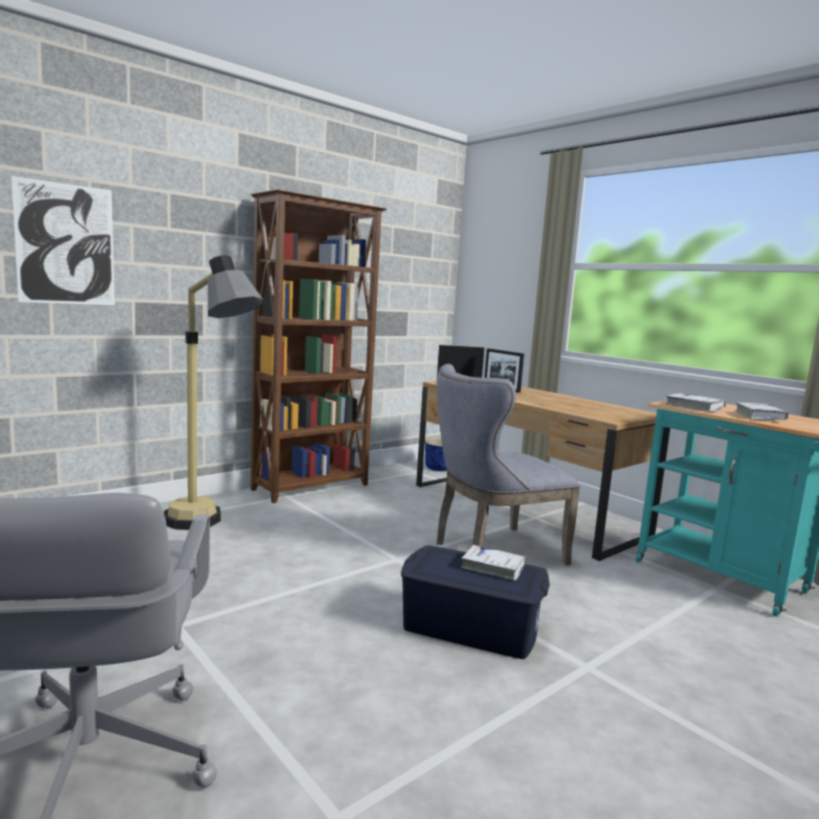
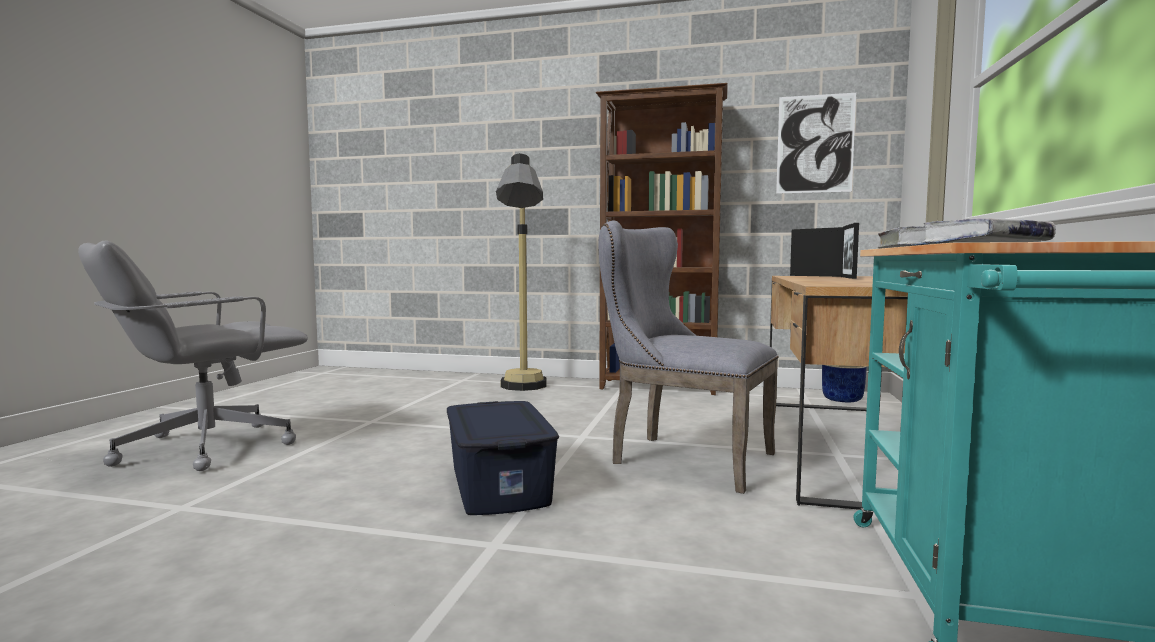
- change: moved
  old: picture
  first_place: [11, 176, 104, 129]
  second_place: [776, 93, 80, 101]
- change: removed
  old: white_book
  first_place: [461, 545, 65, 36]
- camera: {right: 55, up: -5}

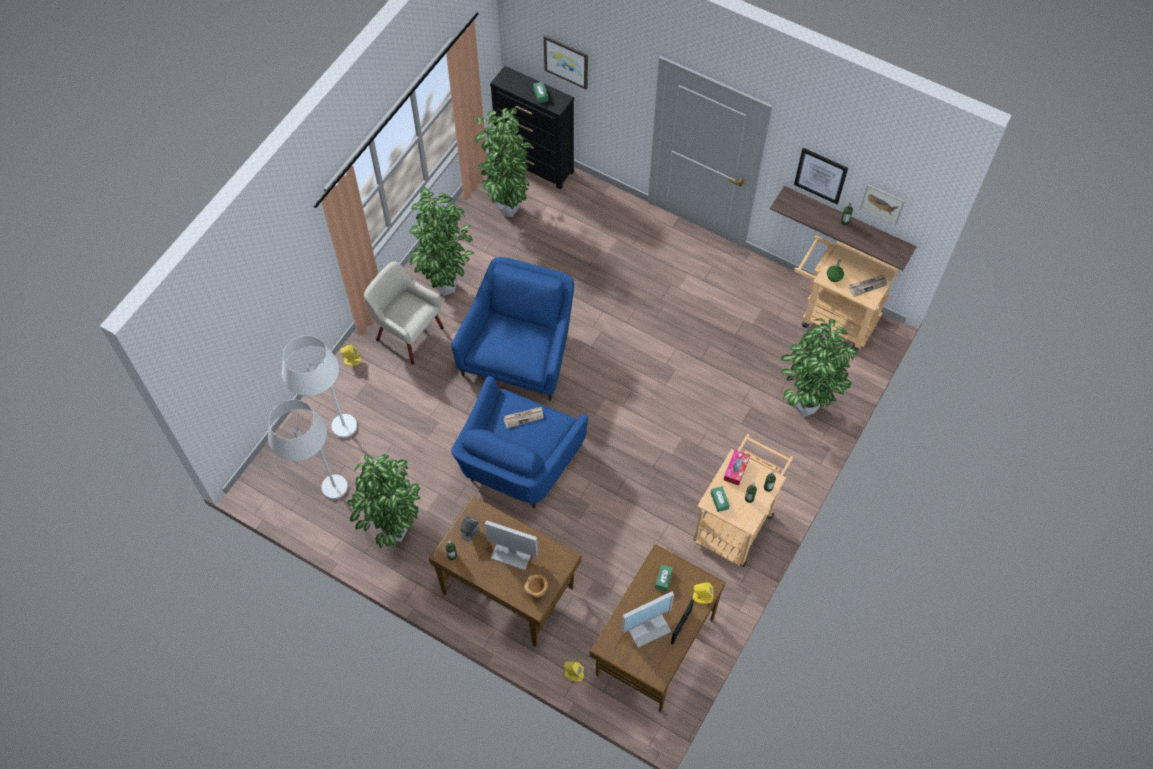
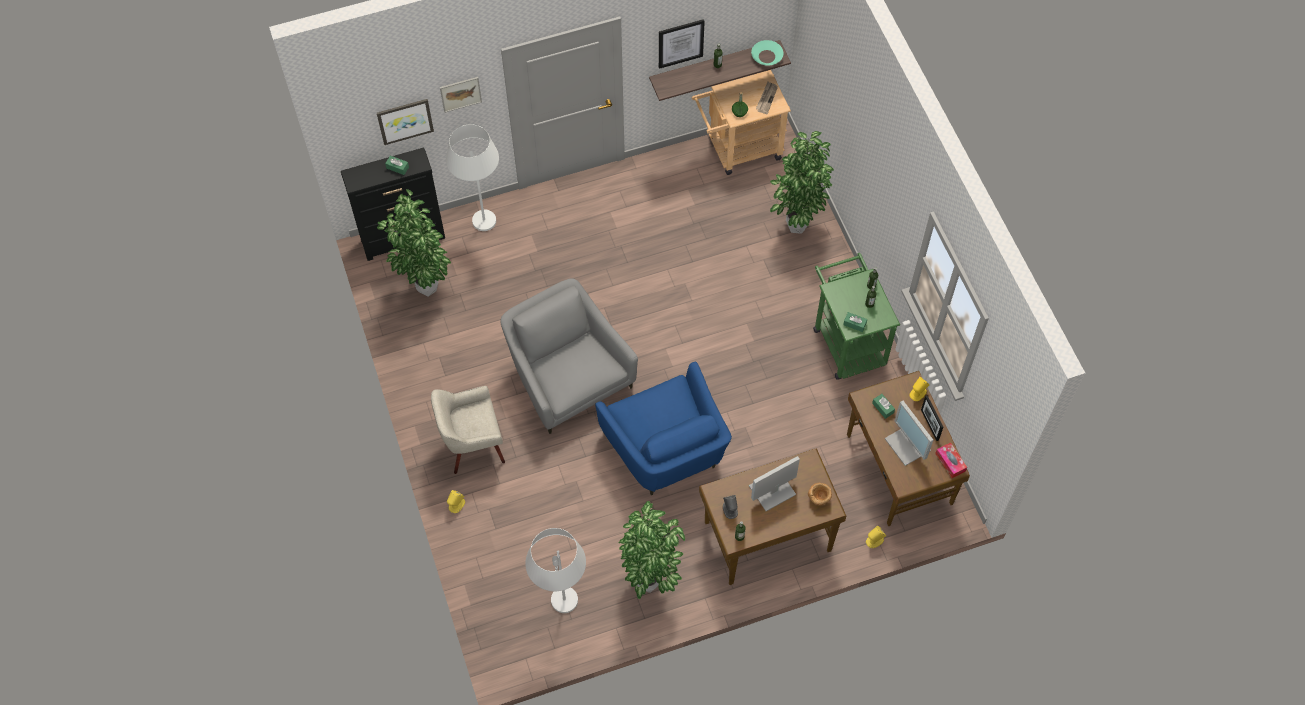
- change: moved
  old: picture
  first_place: [860, 184, 45, 42]
  second_place: [440, 77, 42, 36]
- change: removed
  old: potted_plant
  first_place: [409, 187, 65, 109]
- change: recoloured
  old: blue_armchair
  new: grey_armchair
  first_place: [451, 257, 123, 144]
  second_place: [500, 278, 138, 156]
- change: moved
  old: white_floor_lamp
  first_place: [282, 335, 75, 103]
  second_place: [446, 124, 53, 107]
- change: removed
  old: newspaper
  first_place: [504, 406, 40, 23]
- change: recoloured
  old: beige_cart
  new: green_cart
  first_place: [693, 434, 100, 133]
  second_place: [813, 253, 87, 127]
- change: moved
  old: tissue_box
  first_place: [723, 450, 27, 36]
  second_place: [935, 442, 32, 36]
- change: turned
  old: monitor
  first_place: [622, 592, 52, 56]
  second_place: [885, 401, 48, 65]
  degrees: 135
- change: added
  new: turquoise_bowl
  second_place: [751, 40, 32, 25]
- camera: {right: -50, up: 0}

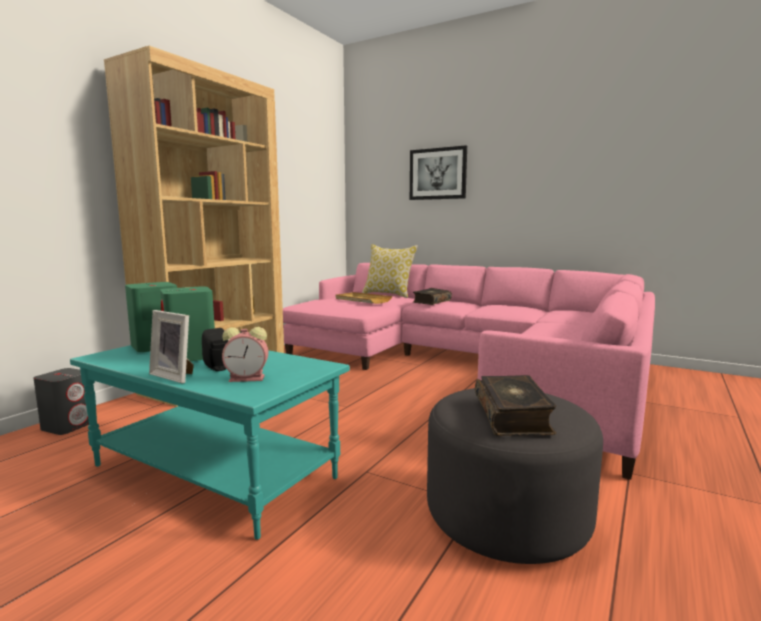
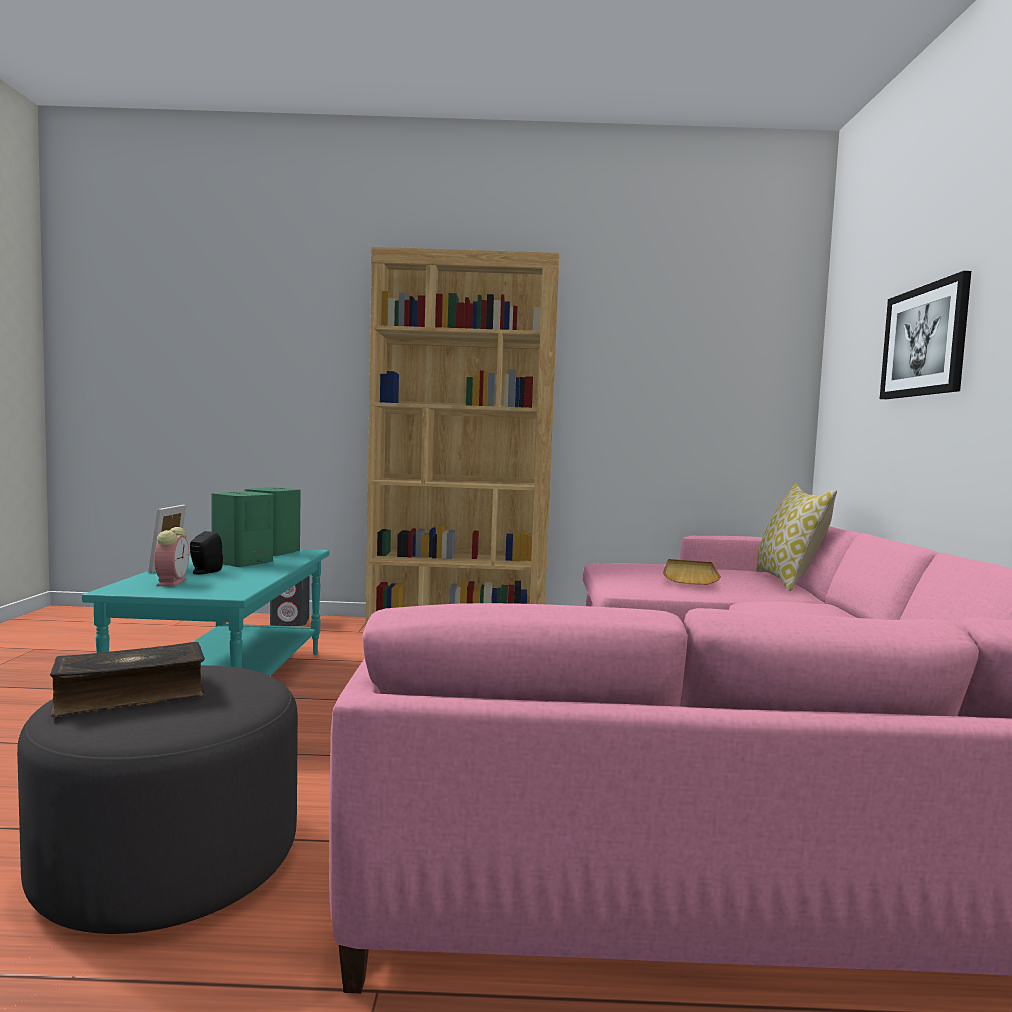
- change: removed
  old: book
  first_place: [413, 288, 39, 17]
- change: turned
  old: alarm_clock
  first_place: [222, 327, 46, 55]
  second_place: [154, 527, 35, 59]
  degrees: -150
- camera: {right: 60, up: -5}

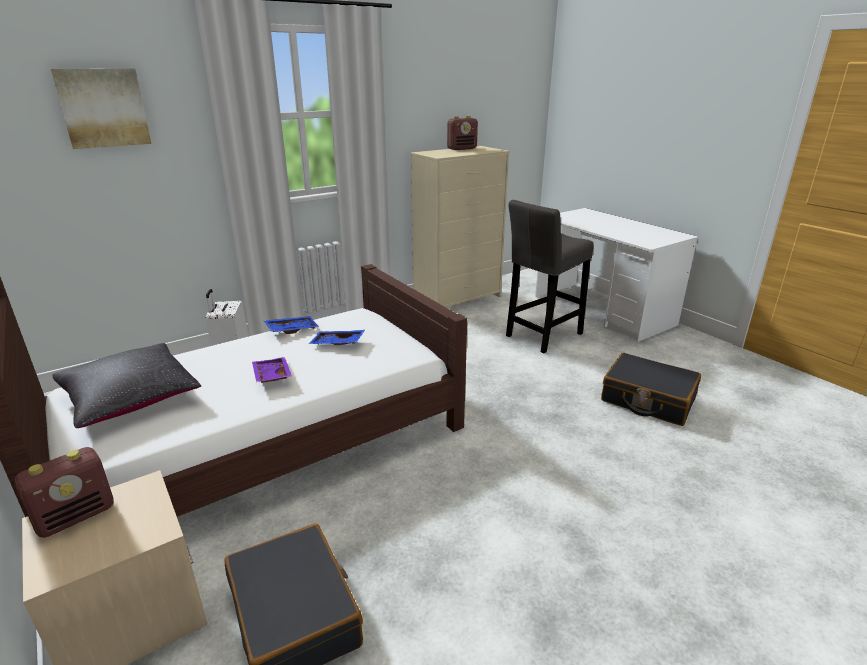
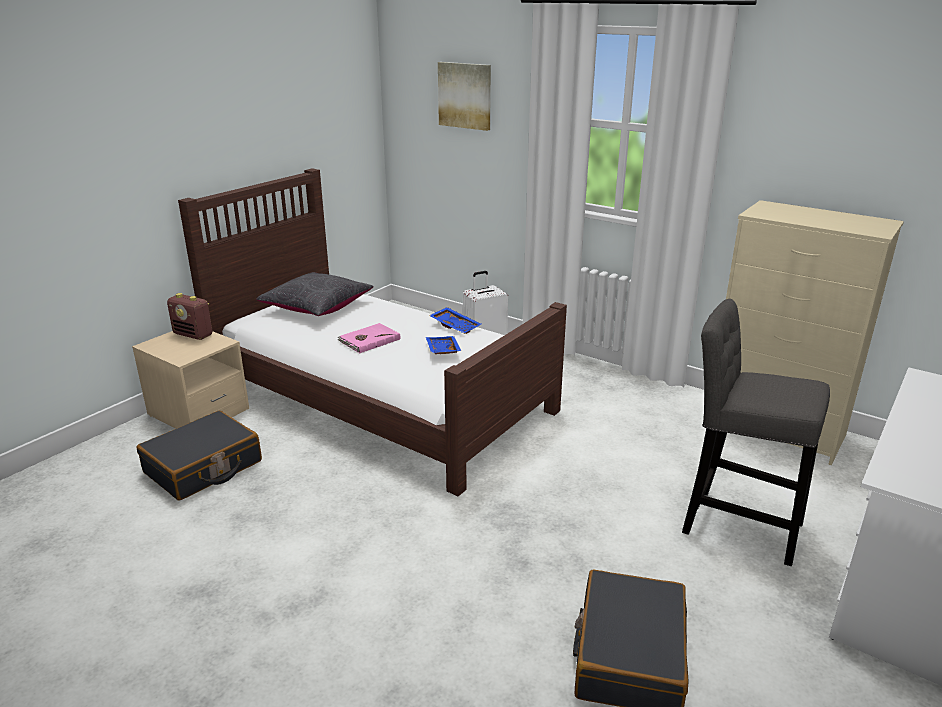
- change: removed
  old: radio
  first_place: [447, 116, 31, 34]
- change: replaced
  old: purple_tray
  new: pink_book
  first_place: [252, 357, 40, 26]
  second_place: [338, 323, 62, 30]
- camera: {right: 70, up: 0}

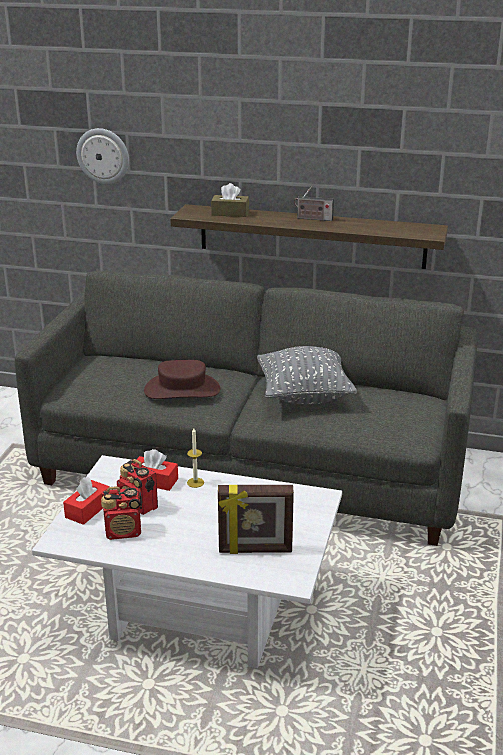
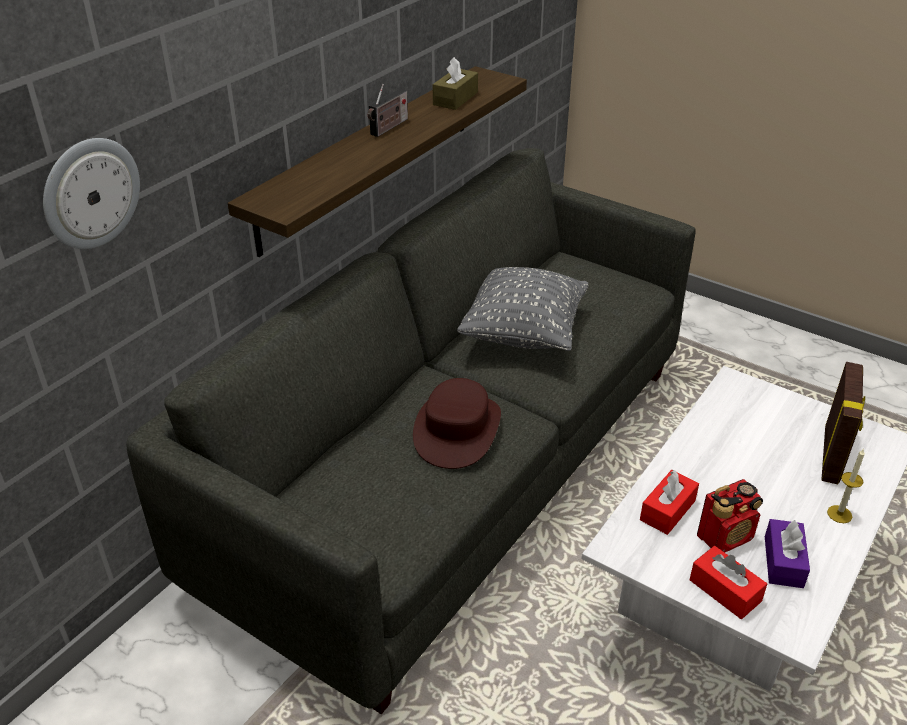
- change: moved
  old: brown_tissue_box
  first_place: [211, 183, 38, 34]
  second_place: [433, 57, 45, 53]
- change: moved
  old: candle
  first_place: [187, 428, 17, 60]
  second_place: [827, 448, 38, 75]
- change: replaced
  old: radio
  new: purple_tissue_box
  first_place: [101, 486, 41, 54]
  second_place: [765, 519, 45, 69]
- camera: {right: -70, up: 10}

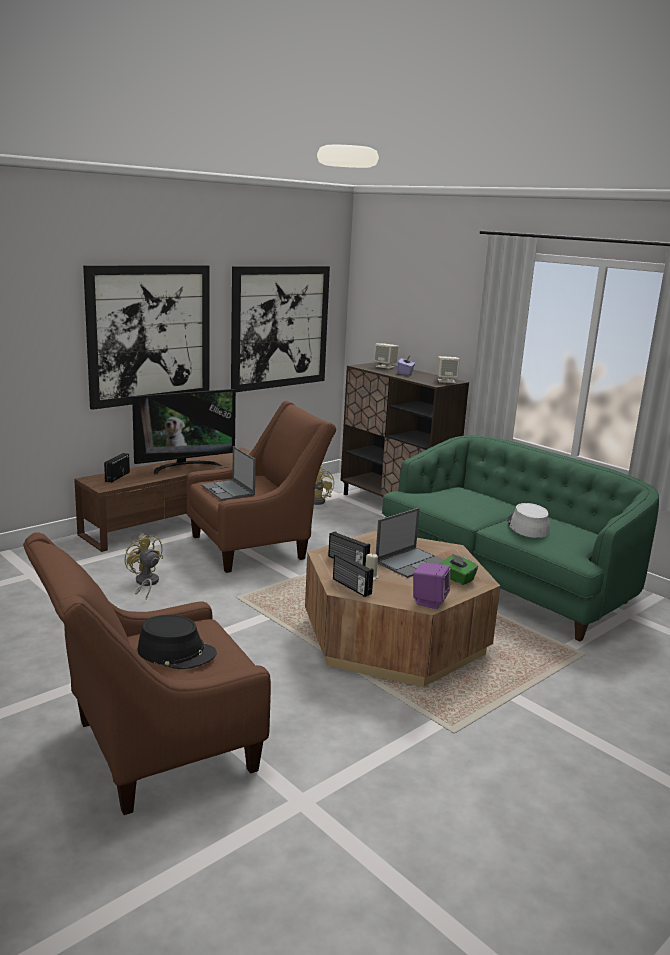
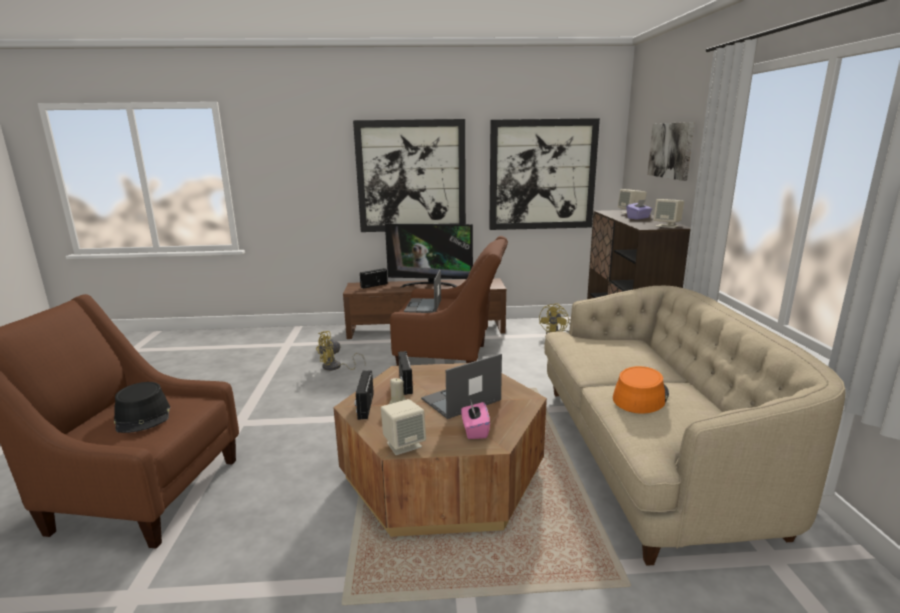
- change: recoloured
  old: green_sofa
  new: beige_sofa
  first_place: [382, 435, 277, 206]
  second_place: [544, 285, 301, 281]
- change: recoloured
  old: grey_hat
  new: orange_hat
  first_place: [507, 503, 43, 35]
  second_place: [613, 366, 56, 47]
- change: turned
  old: laptop
  first_place: [376, 508, 68, 70]
  second_place: [421, 354, 81, 65]
  degrees: 150
- change: turned
  old: yellow_fan
  first_place: [124, 533, 39, 66]
  second_place: [316, 331, 50, 40]
  degrees: -120
- change: recoloured
  old: green_tissue_box
  new: pink_tissue_box
  first_place: [440, 553, 38, 32]
  second_place: [461, 402, 29, 37]
- change: recoloured
  old: purple_speaker
  new: beige_speaker
  first_place: [413, 563, 37, 46]
  second_place: [381, 399, 45, 56]
- change: added
  new: picture
  second_place: [647, 122, 47, 59]
- camera: {right: 40, up: 0}

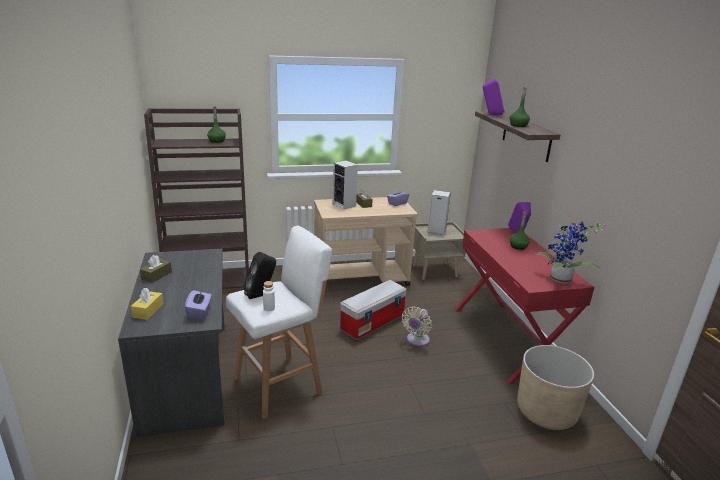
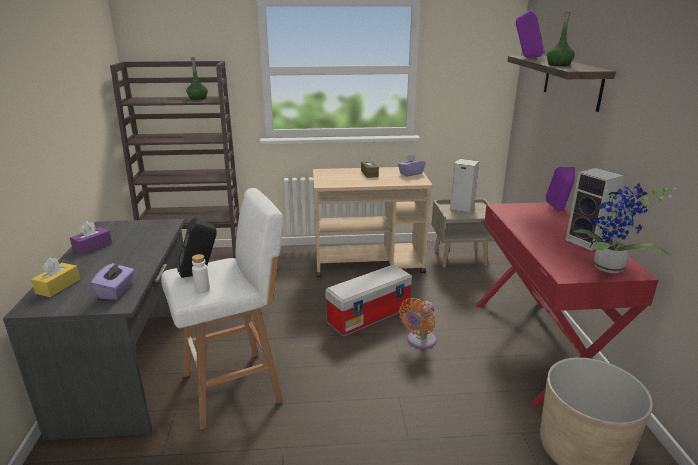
- change: moved
  old: speaker
  first_place: [333, 160, 25, 49]
  second_place: [566, 168, 58, 83]
- change: removed
  old: green_bottle
  first_place: [510, 211, 20, 39]
- change: recoloured
  old: brown_tissue_box
  new: purple_tissue_box
  first_place: [140, 255, 32, 28]
  second_place: [70, 221, 42, 34]
- change: recoloured
  old: beige_fan
  new: orange_fan
  first_place: [402, 306, 30, 40]
  second_place: [399, 298, 37, 51]
- camera: {right: 10, up: 0}

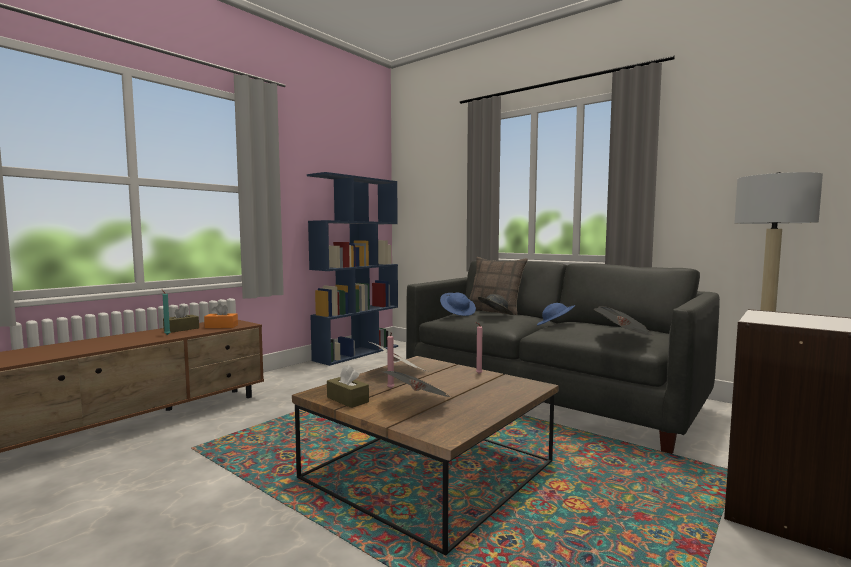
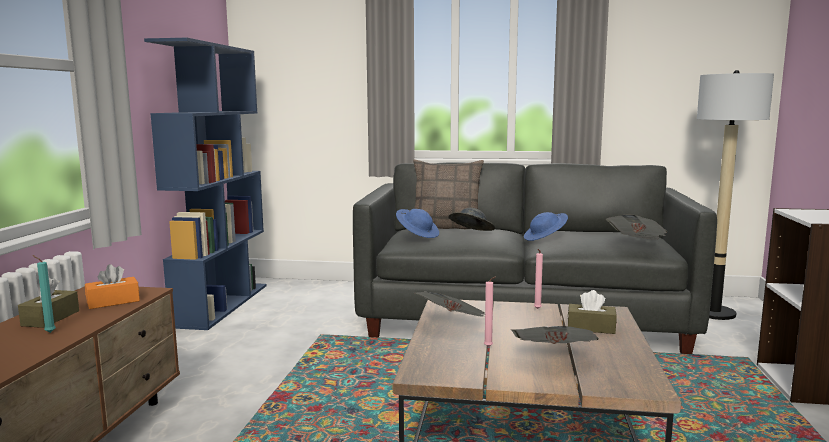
- change: moved
  old: brown_tissue_box
  first_place: [327, 365, 42, 43]
  second_place: [568, 290, 49, 44]
- camera: {right: -30, up: 5}

